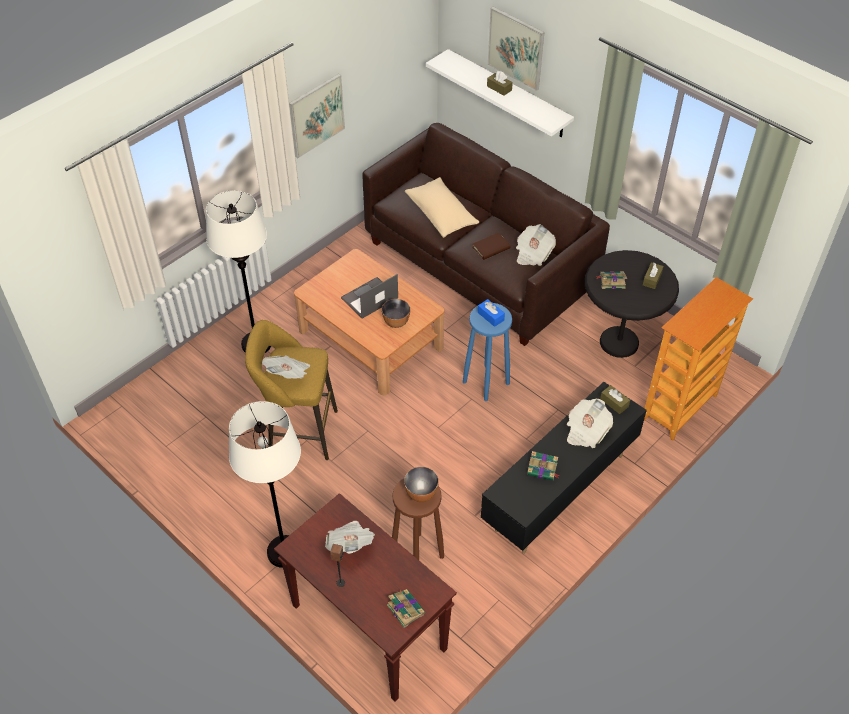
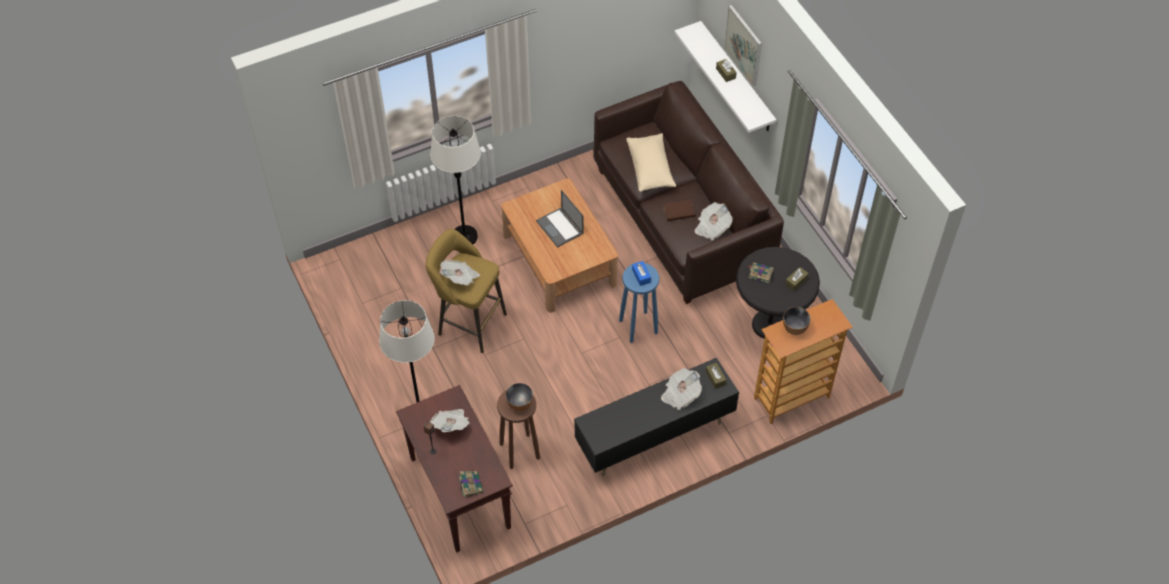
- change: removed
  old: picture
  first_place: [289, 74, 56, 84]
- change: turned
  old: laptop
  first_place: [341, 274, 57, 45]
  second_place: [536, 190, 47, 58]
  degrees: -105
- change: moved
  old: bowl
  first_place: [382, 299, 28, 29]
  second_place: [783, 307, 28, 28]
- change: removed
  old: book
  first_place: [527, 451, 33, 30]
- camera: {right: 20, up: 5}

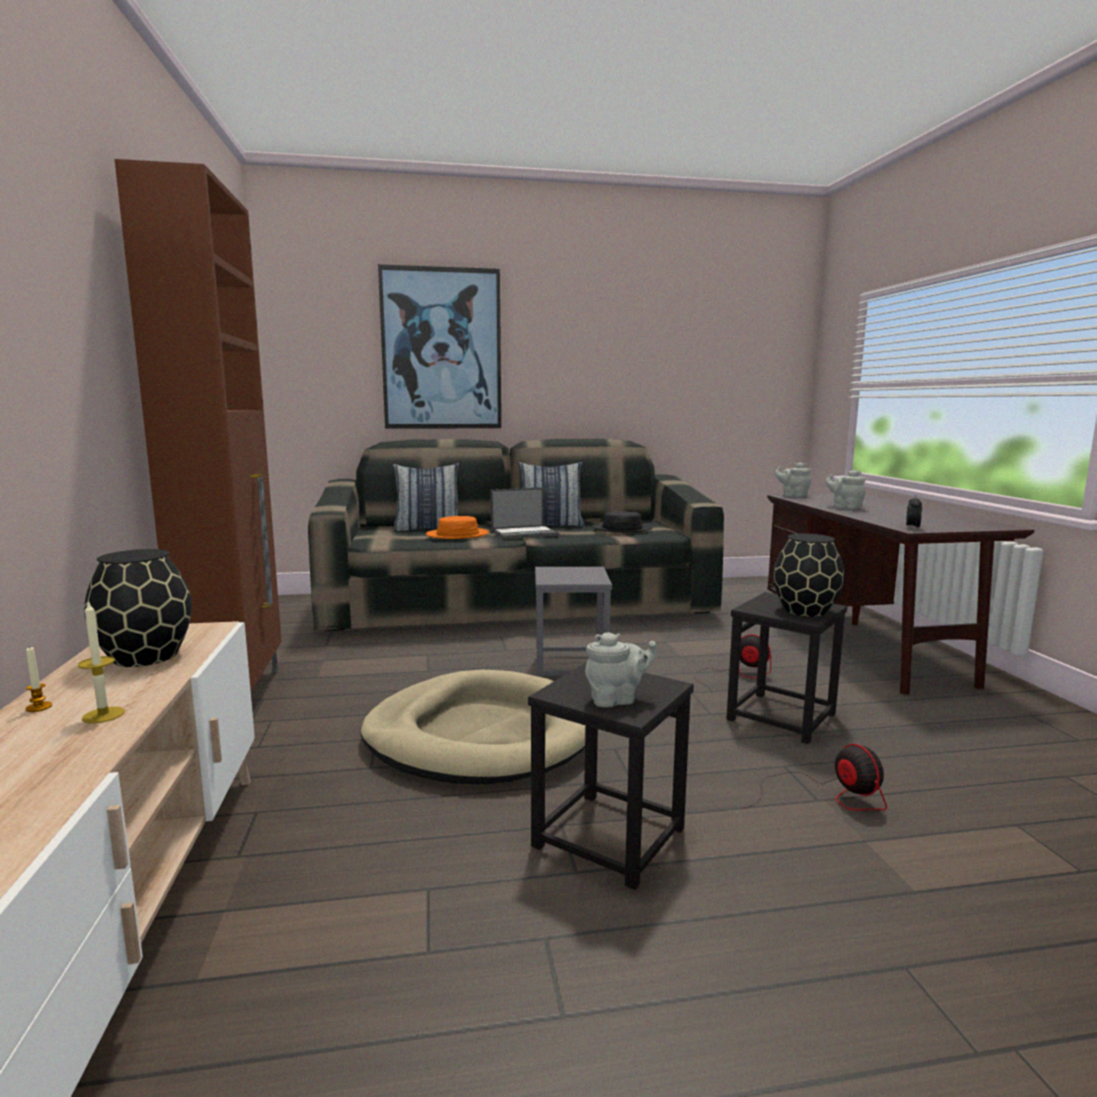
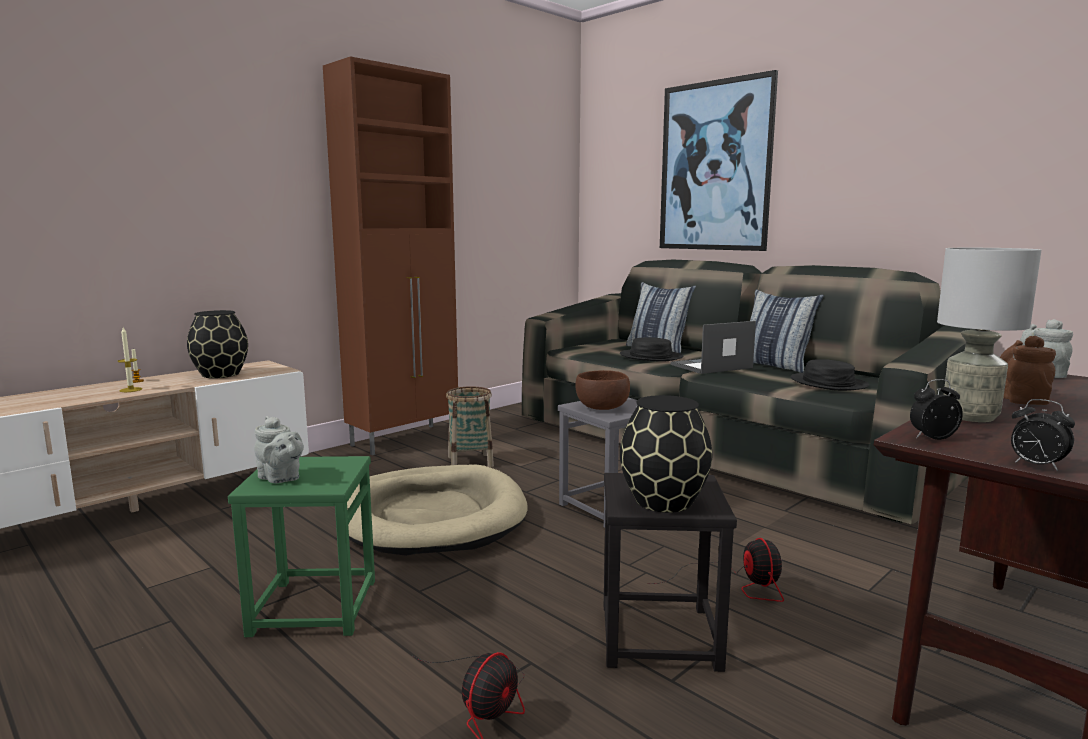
- change: recoloured
  old: grey_teapot
  new: brown_teapot
  first_place: [825, 470, 41, 39]
  second_place: [1000, 336, 56, 69]
- change: turned
  old: laptop
  first_place: [490, 487, 69, 52]
  second_place: [670, 321, 86, 53]
  degrees: 120
- change: recoloured
  old: orange_hat
  new: black_hat
  first_place: [426, 516, 63, 23]
  second_place: [620, 337, 63, 25]
- change: recoloured
  old: black_stool
  new: green_stool
  first_place: [528, 662, 166, 228]
  second_place: [228, 456, 147, 181]
- change: added
  new: grey_table_lamp
  second_place: [937, 248, 104, 174]
- change: added
  new: brown_bowl
  second_place: [576, 370, 54, 40]
- change: added
  new: basket
  second_place: [446, 386, 48, 81]
- change: added
  new: alarm_clock
  second_place: [1011, 399, 64, 72]
- camera: {right: 55, up: 0}

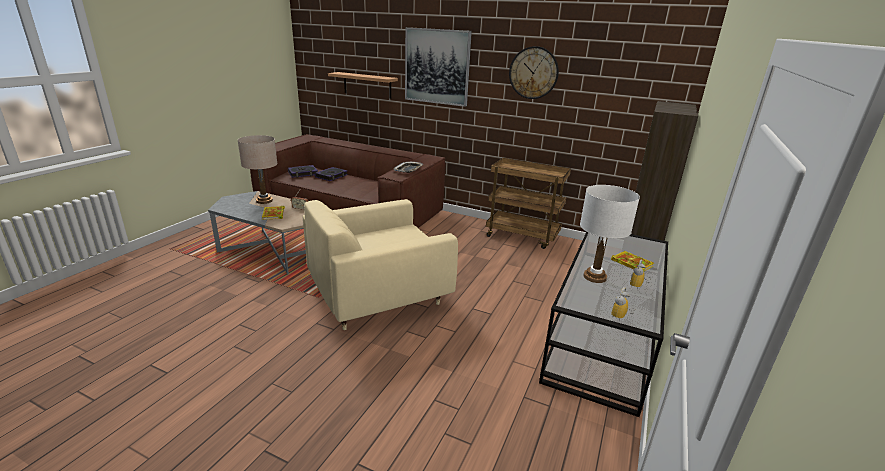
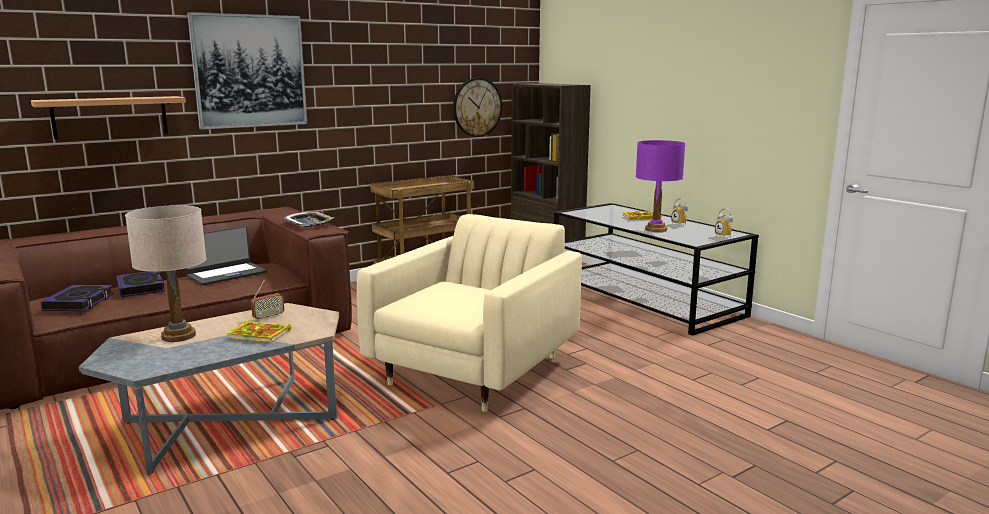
- change: moved
  old: wall_clock
  first_place: [509, 46, 50, 53]
  second_place: [453, 78, 49, 59]
- change: recoloured
  old: white_table_lamp
  new: purple_table_lamp
  first_place: [580, 185, 60, 98]
  second_place: [636, 140, 49, 92]
- change: turned
  old: beige_armchair
  first_place: [303, 199, 155, 131]
  second_place: [357, 214, 225, 198]
  degrees: -150
- change: added
  new: laptop
  second_place: [185, 226, 82, 59]
- camera: {right: -60, up: -10}

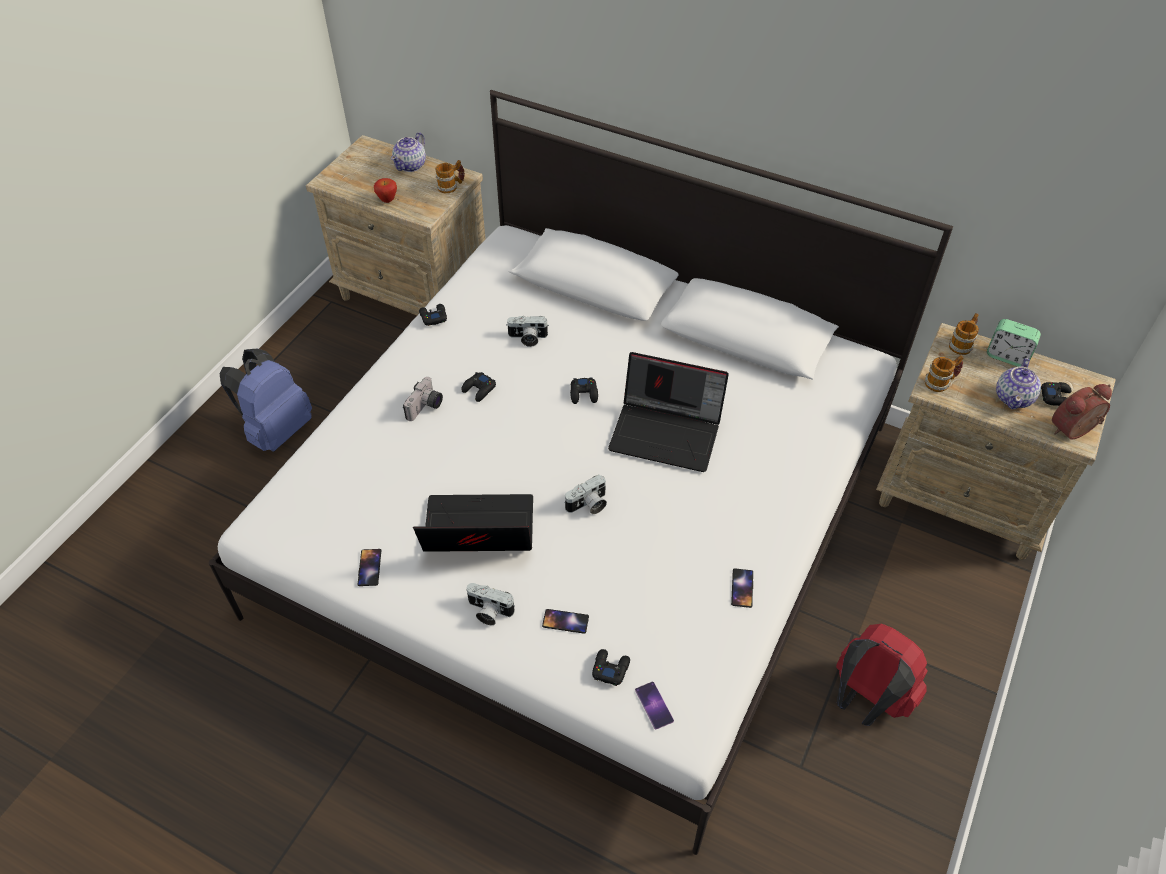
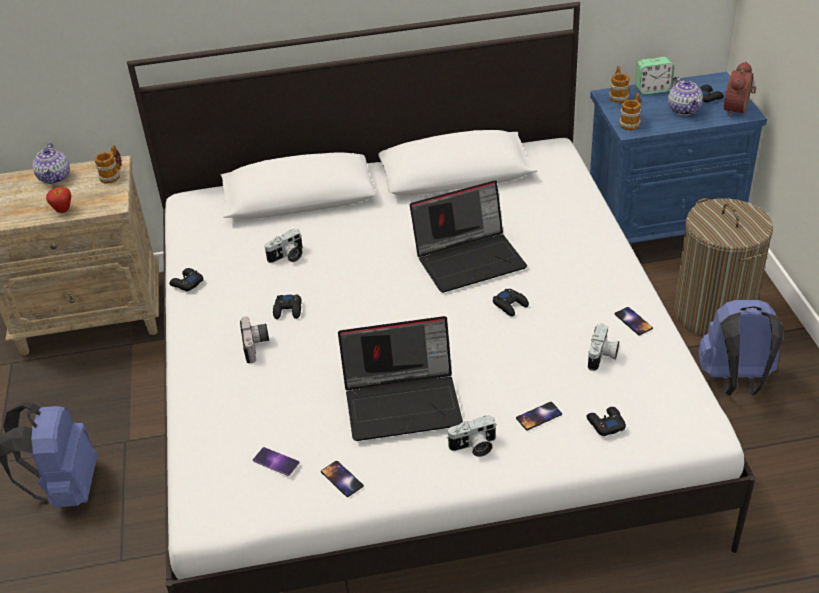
- change: recoloured
  old: beige_nightstand
  new: blue_nightstand
  first_place: [876, 323, 239, 237]
  second_place: [590, 72, 177, 172]
- change: moved
  old: black_game_controller
  first_place: [570, 378, 28, 26]
  second_place: [493, 288, 36, 29]
- change: moved
  old: photo_camera
  first_place: [564, 475, 43, 39]
  second_place: [588, 324, 31, 47]
- change: turned
  old: laptop
  first_place: [413, 494, 120, 58]
  second_place: [338, 316, 125, 125]
  degrees: -150
- change: recoloured
  old: red_backpack
  new: blue_backpack
  first_place: [836, 623, 91, 103]
  second_place: [698, 300, 86, 95]
- change: moved
  old: phone
  first_place: [635, 682, 39, 47]
  second_place: [253, 447, 47, 29]
- change: added
  new: laundry_basket
  second_place: [674, 198, 99, 139]
- camera: {right: -35, up: -10}

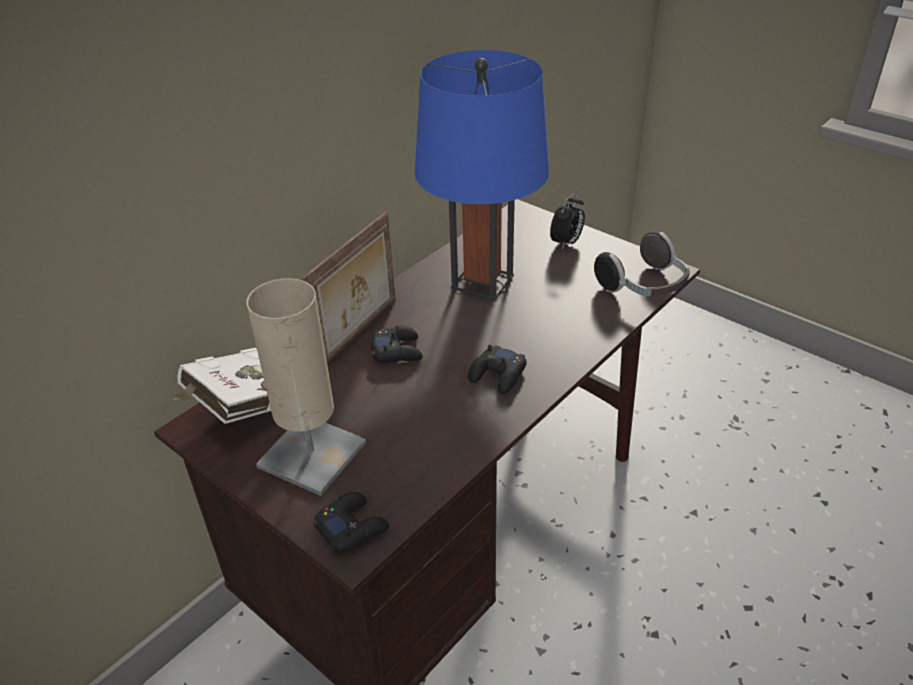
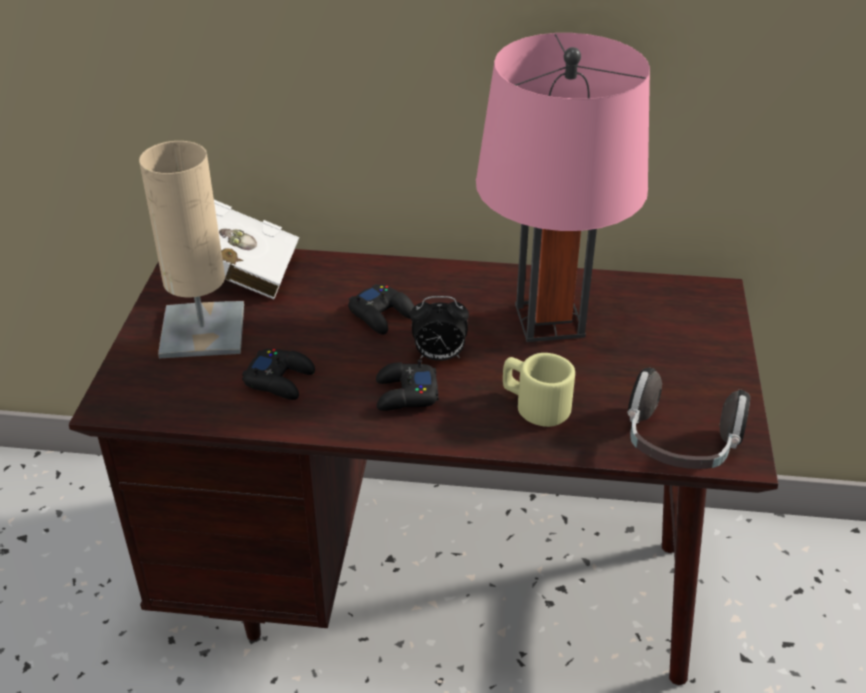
- change: recoloured
  old: blue_table_lamp
  new: pink_table_lamp
  first_place: [415, 50, 135, 251]
  second_place: [476, 33, 174, 309]
- change: moved
  old: alarm_clock
  first_place: [550, 193, 35, 56]
  second_place: [410, 296, 59, 65]
- change: removed
  old: picture_frame
  first_place: [299, 211, 97, 152]
- change: moved
  old: black_game_controller
  first_place: [313, 492, 76, 61]
  second_place: [242, 349, 73, 51]
- change: added
  new: beige_mug
  second_place: [503, 353, 72, 74]
- camera: {right: 55, up: 0}

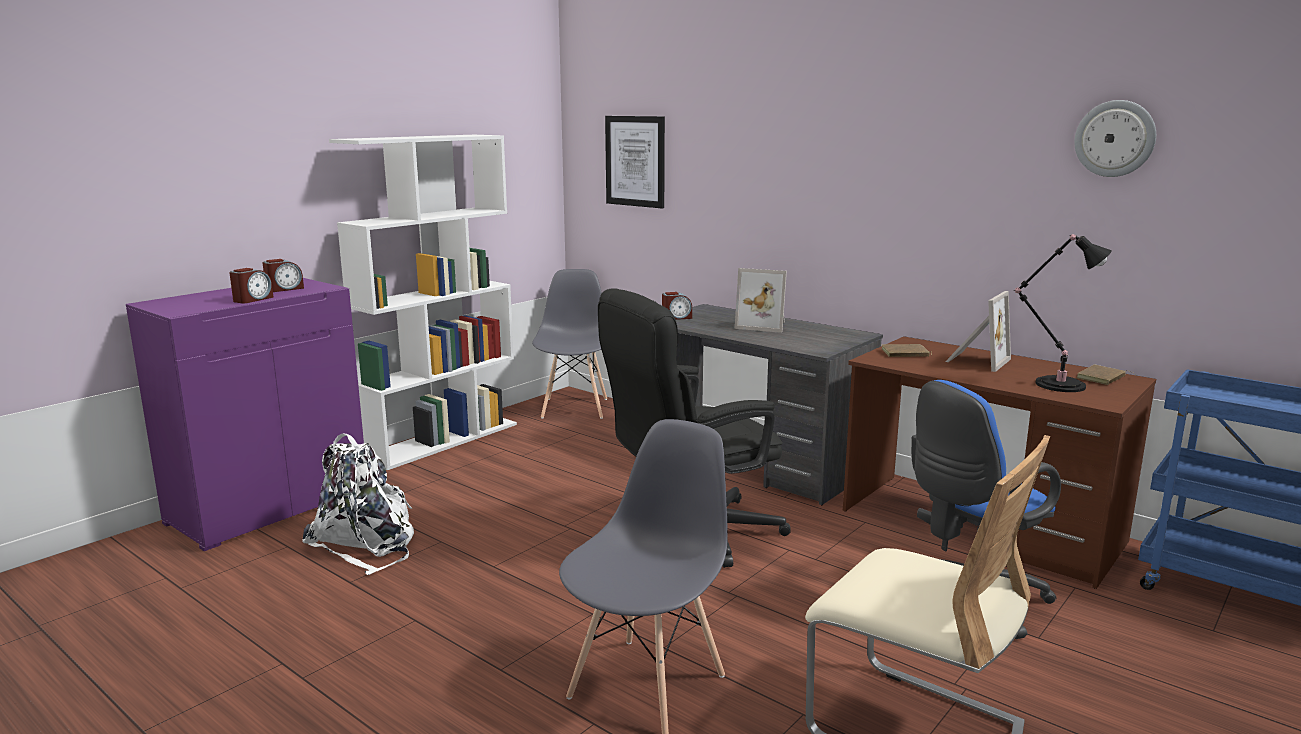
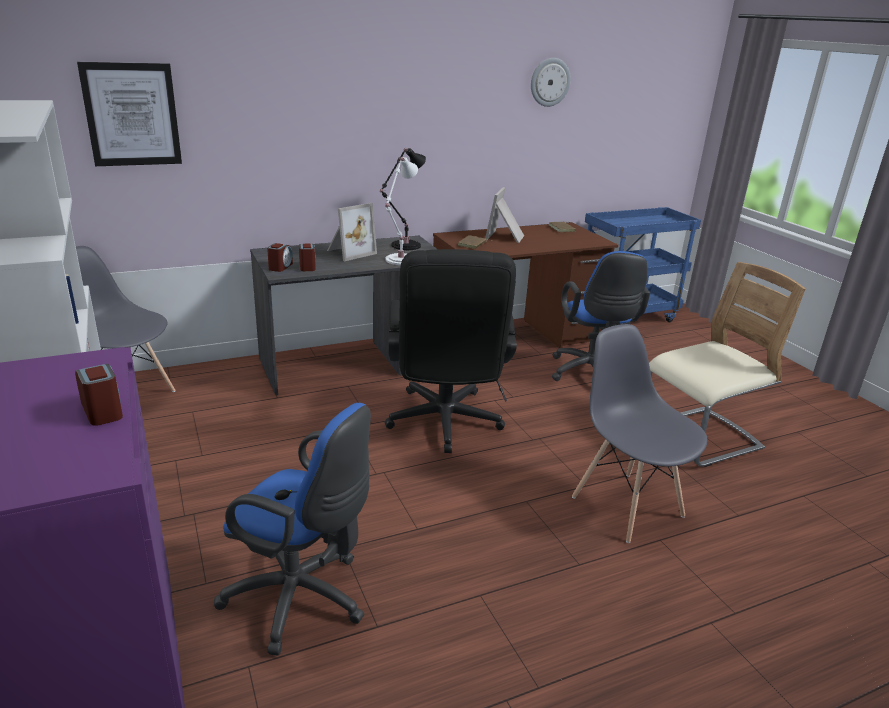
- change: moved
  old: black_table_lamp
  first_place: [1015, 234, 97, 158]
  second_place: [380, 148, 46, 102]
- change: moved
  old: alarm_clock
  first_place: [262, 259, 42, 33]
  second_place: [299, 244, 17, 27]
- change: turned
  old: picture_frame
  first_place: [945, 291, 66, 81]
  second_place: [485, 187, 39, 56]
  degrees: -135
- change: replaced
  old: white_backpack
  new: blue_office_chair
  first_place: [302, 433, 112, 142]
  second_place: [214, 403, 157, 253]
- change: added
  new: white_table_lamp
  second_place: [385, 157, 33, 108]
- camera: {right: -65, up: 10}

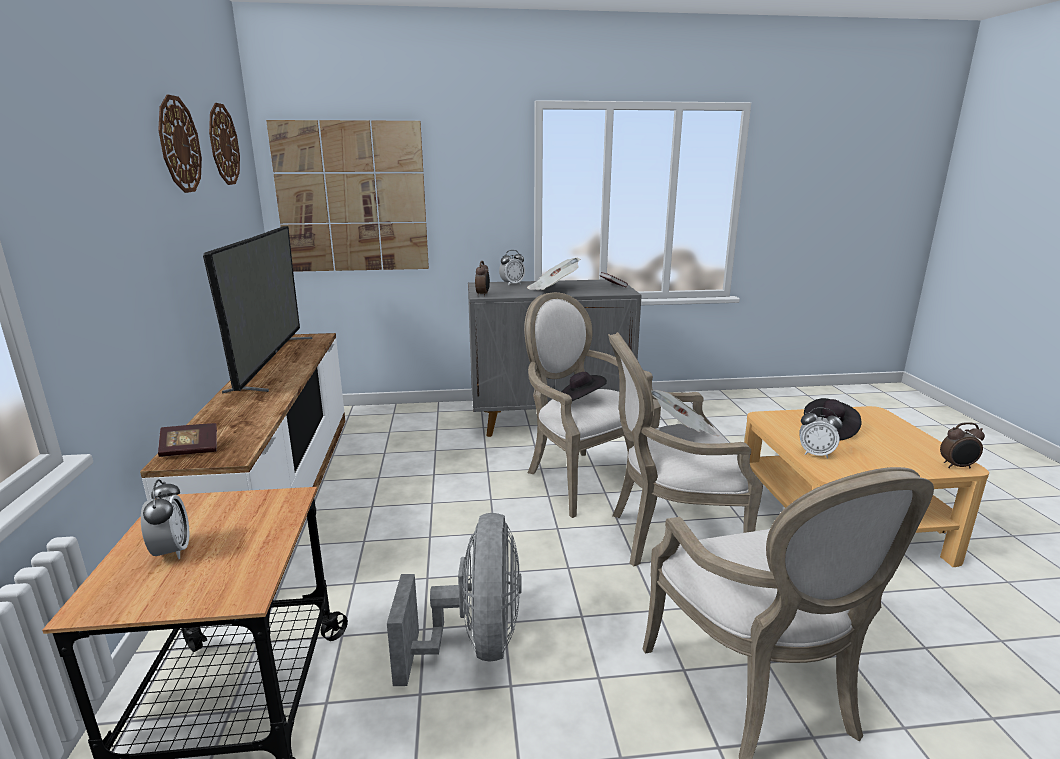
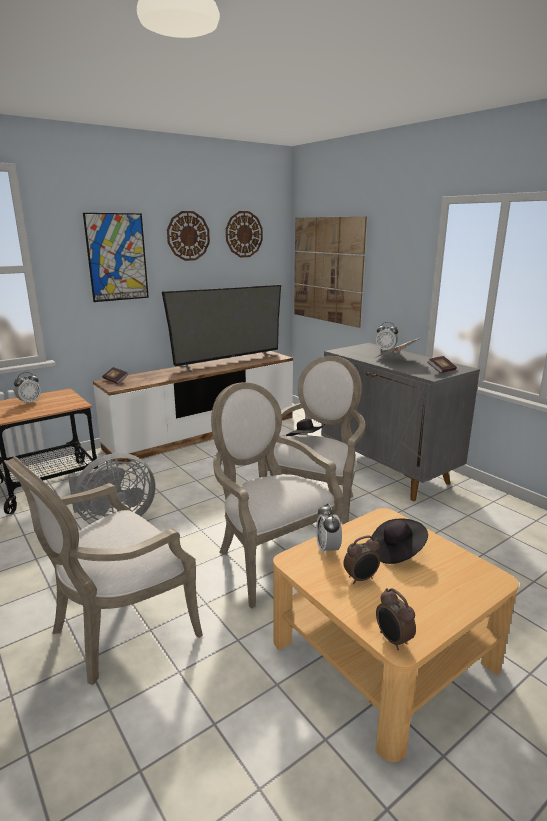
- change: moved
  old: alarm_clock
  first_place: [475, 261, 15, 35]
  second_place: [343, 536, 37, 48]
- change: removed
  old: newspaper
  first_place: [651, 390, 68, 46]
- change: added
  new: picture
  second_place: [83, 213, 66, 89]
- camera: {right: 60, up: 0}

